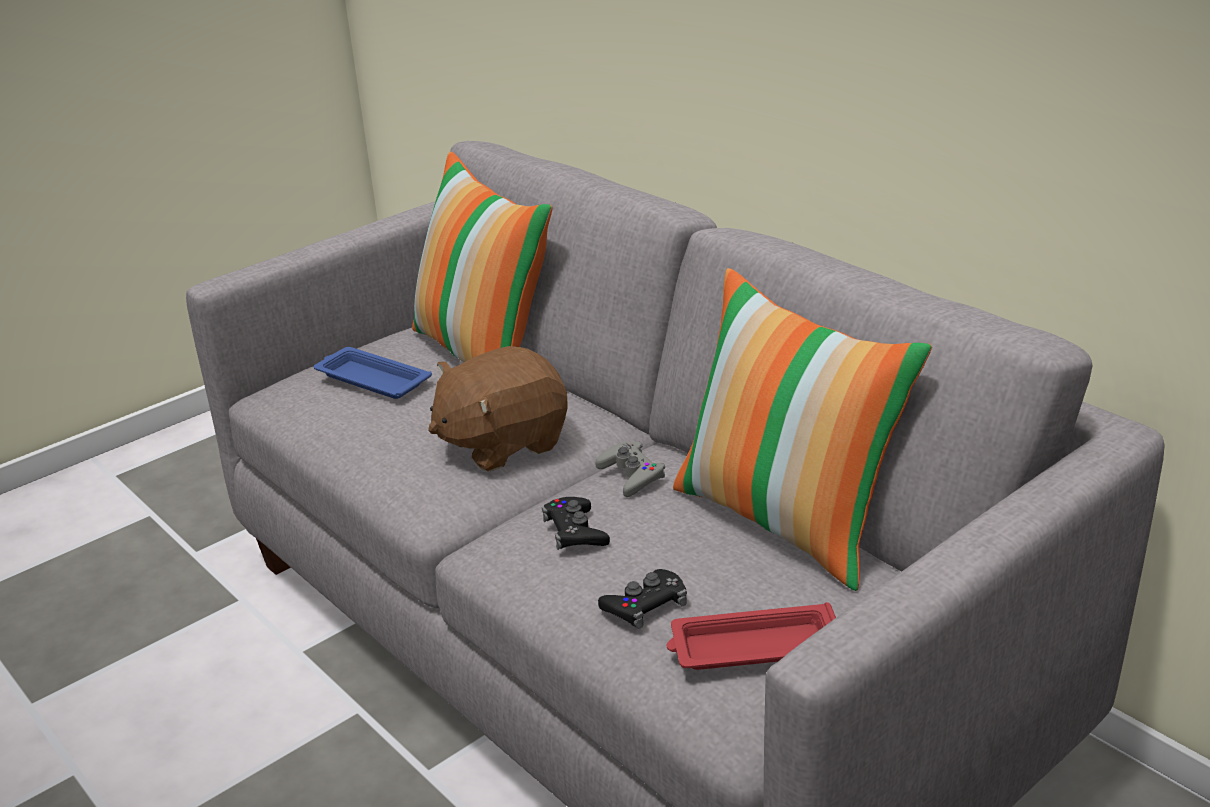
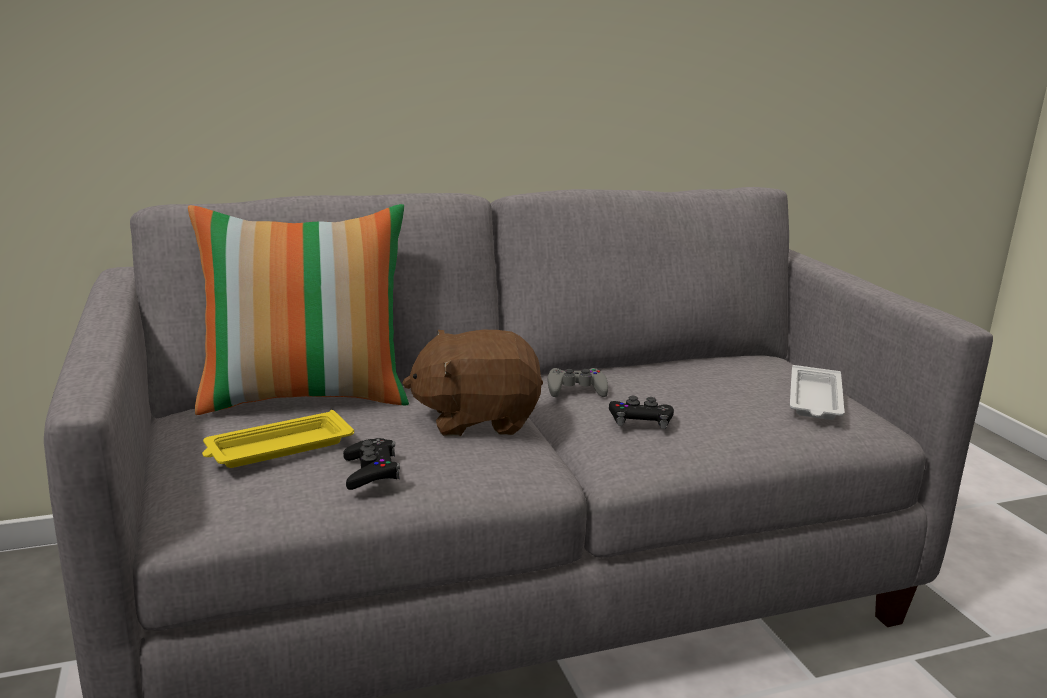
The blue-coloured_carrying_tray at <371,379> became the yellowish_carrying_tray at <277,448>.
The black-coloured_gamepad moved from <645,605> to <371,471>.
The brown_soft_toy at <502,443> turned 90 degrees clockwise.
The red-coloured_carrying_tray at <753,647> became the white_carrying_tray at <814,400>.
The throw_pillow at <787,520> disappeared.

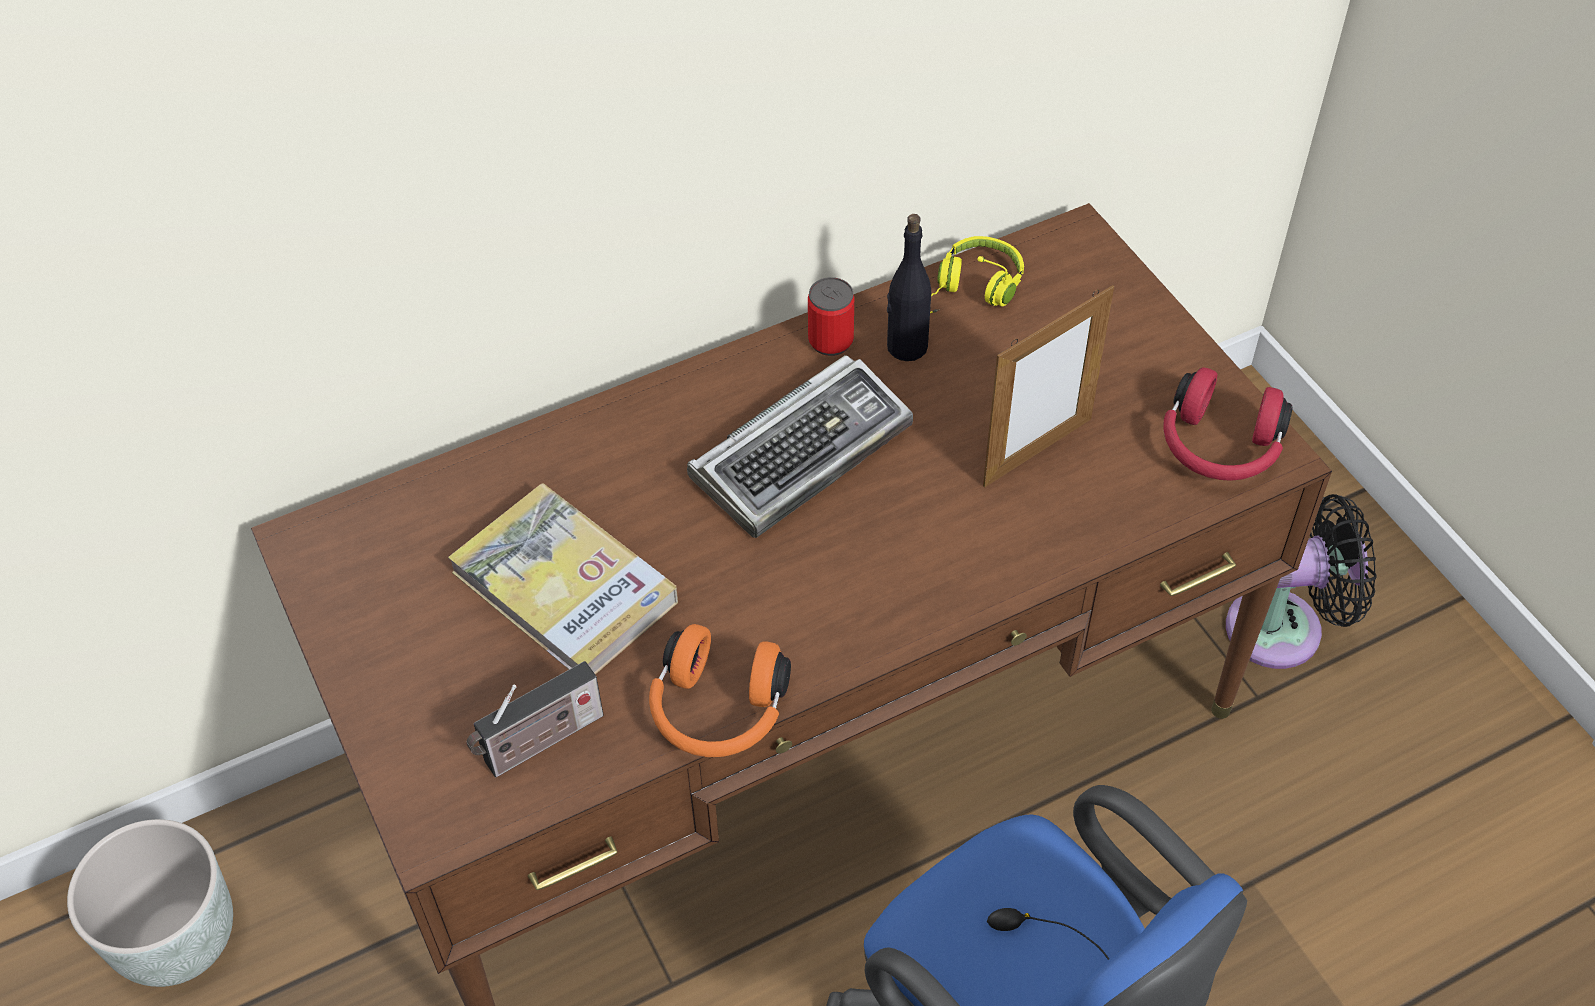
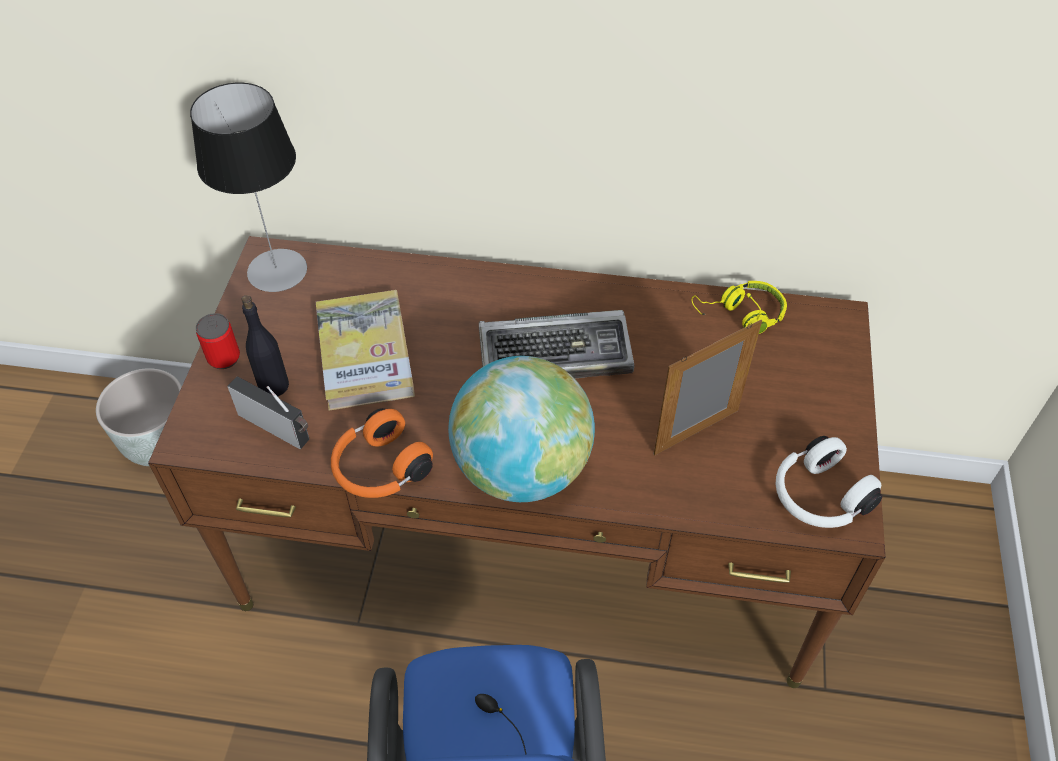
The lamp_for_a_table at <277,270> appeared.
The metal_can moved from <830,341> to <224,358>.
The radio at <539,743> turned 150 degrees counterclockwise.
The black-coloured_beverage_bottle moved from <906,347> to <273,385>.
The world_globe at <521,468> appeared.
The photo_frame at <1037,452> turned 150 degrees clockwise.
The red-coloured_headphones at <1219,448> became the white_headphones at <818,497>.
The black-coloured_electric_fan at <1284,628> disappeared.

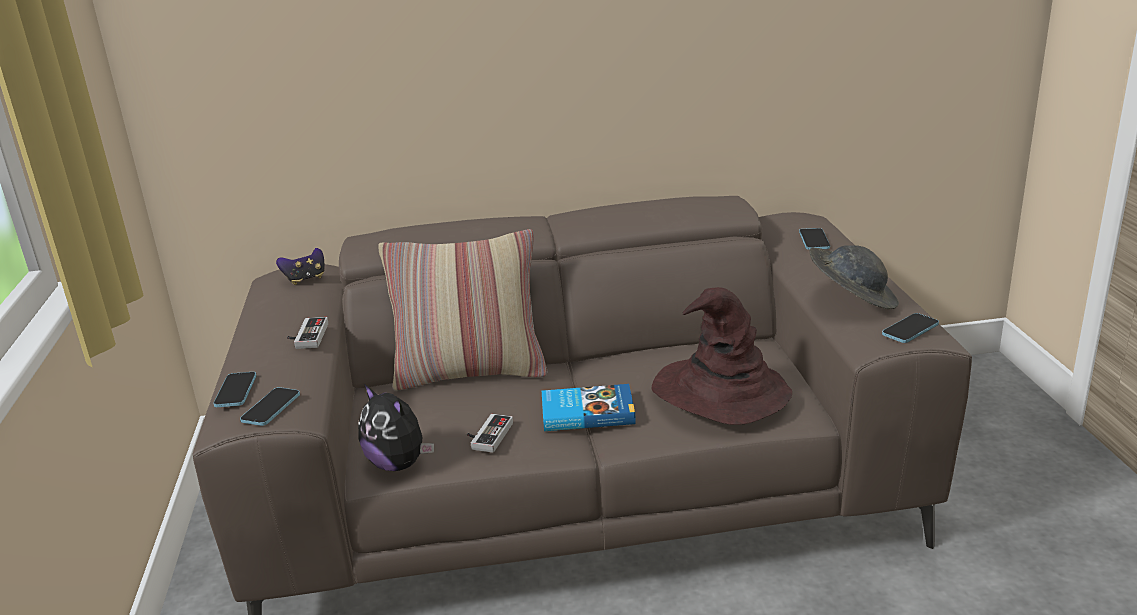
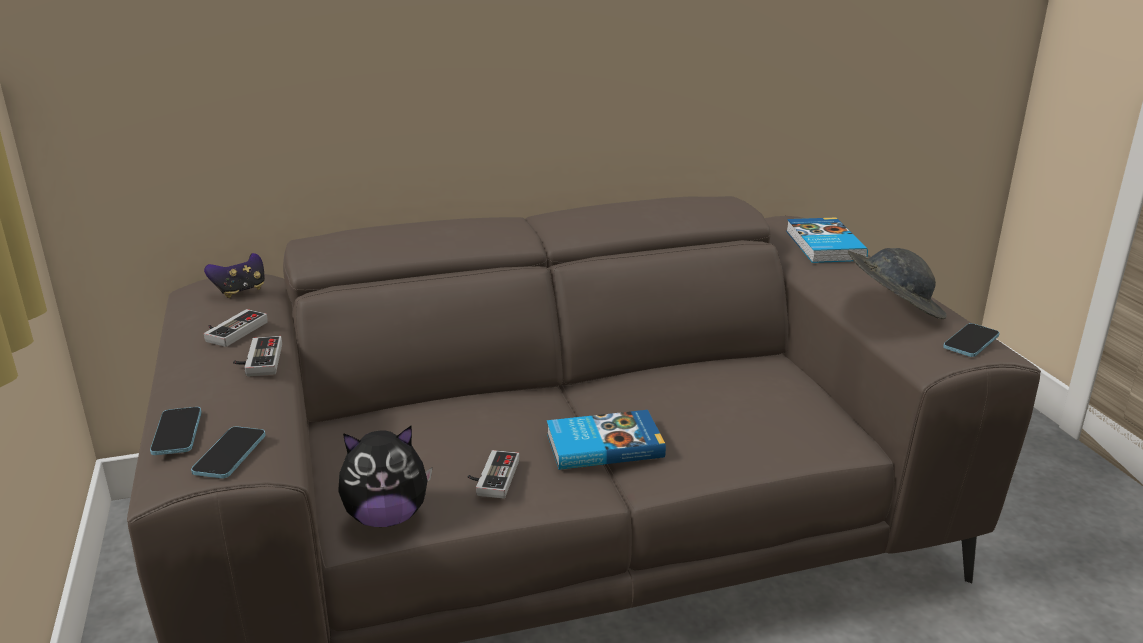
The gamepad at <232,330> appeared.
The soft_toy at <399,464> turned 45 degrees counterclockwise.
The phone at <814,240> was replaced by the book at <823,245>.
The throw_pillow at <470,372> disappeared.
The brown_hat at <719,393> disappeared.

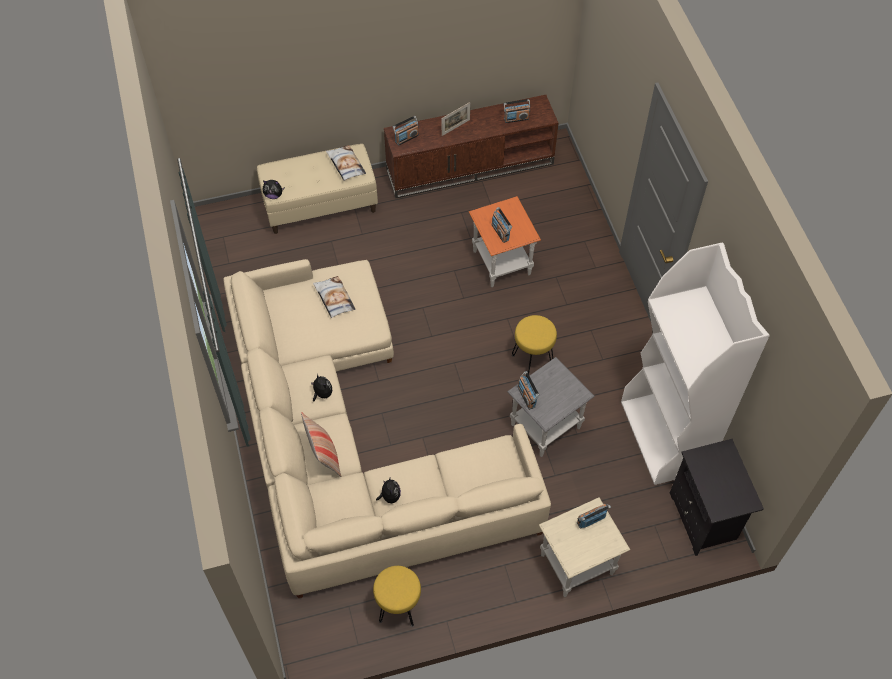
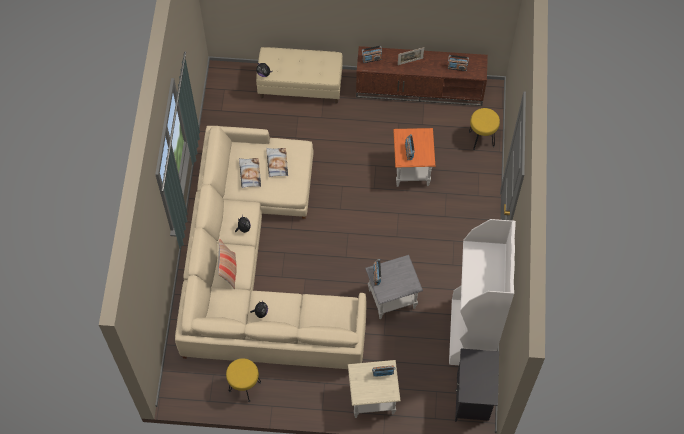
The throw_pillow moved from <345,165> to <249,174>.
The yellowish_stool moved from <533,360> to <481,139>.

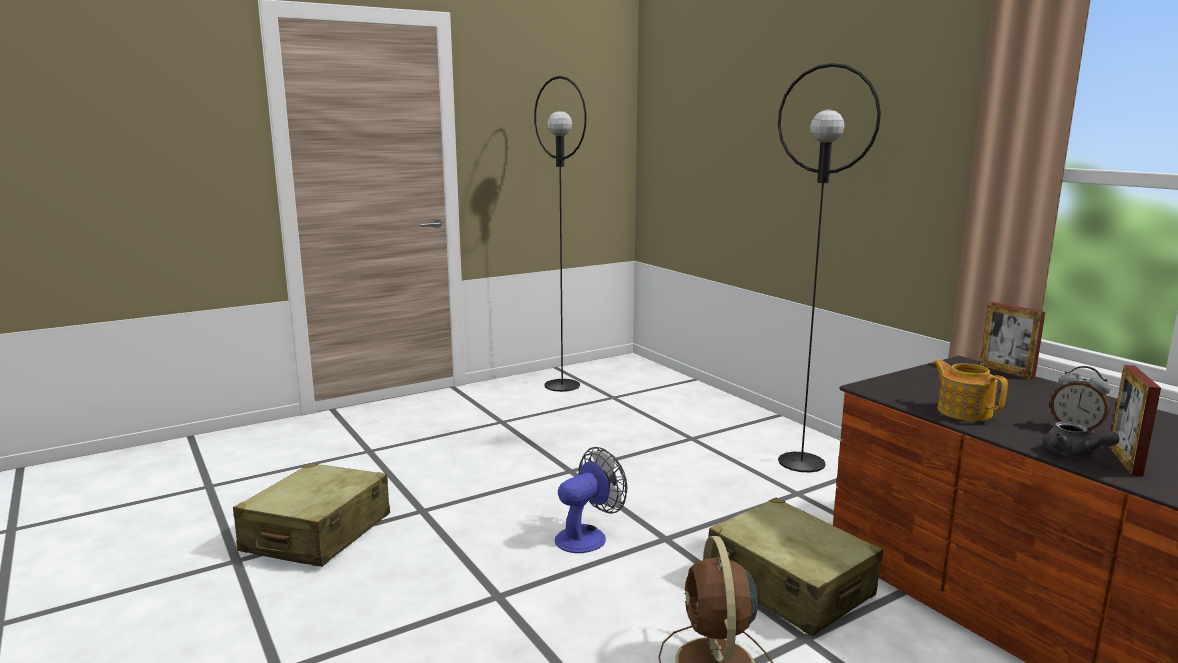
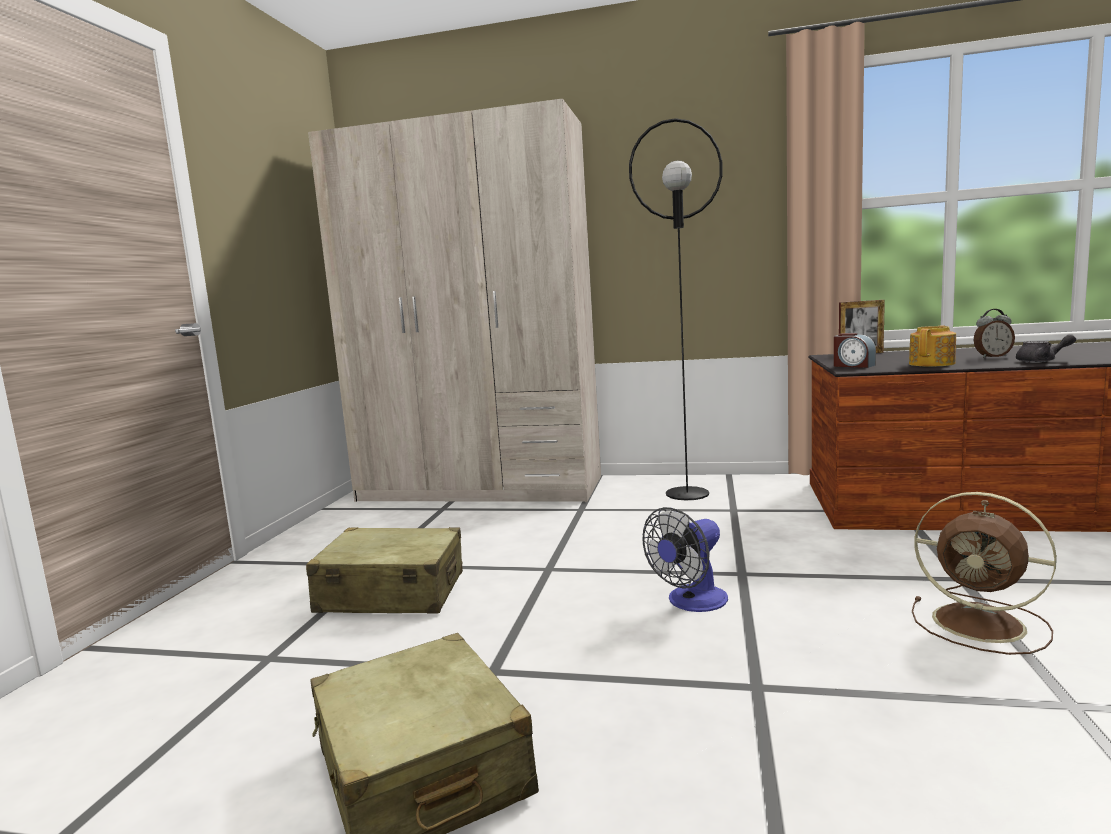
The sand-coloured_piece_of_luggage moved from <789,585> to <392,593>.
The sand-coloured_wardrobe at <481,488> appeared.
The electric_fan at <587,536> turned 135 degrees counterclockwise.
The alarm_clock at <853,366> appeared.
The tea_pot at <963,411> turned 120 degrees clockwise.
The black-coloured_standing_lamp at <561,385> disappeared.
The photo_frame at <1125,461> disappeared.

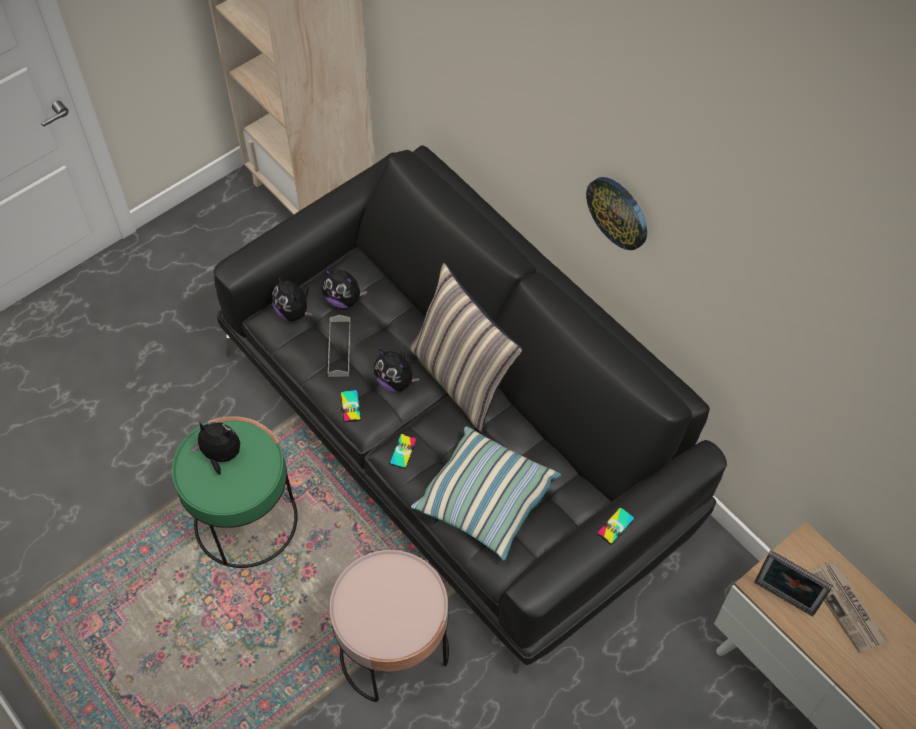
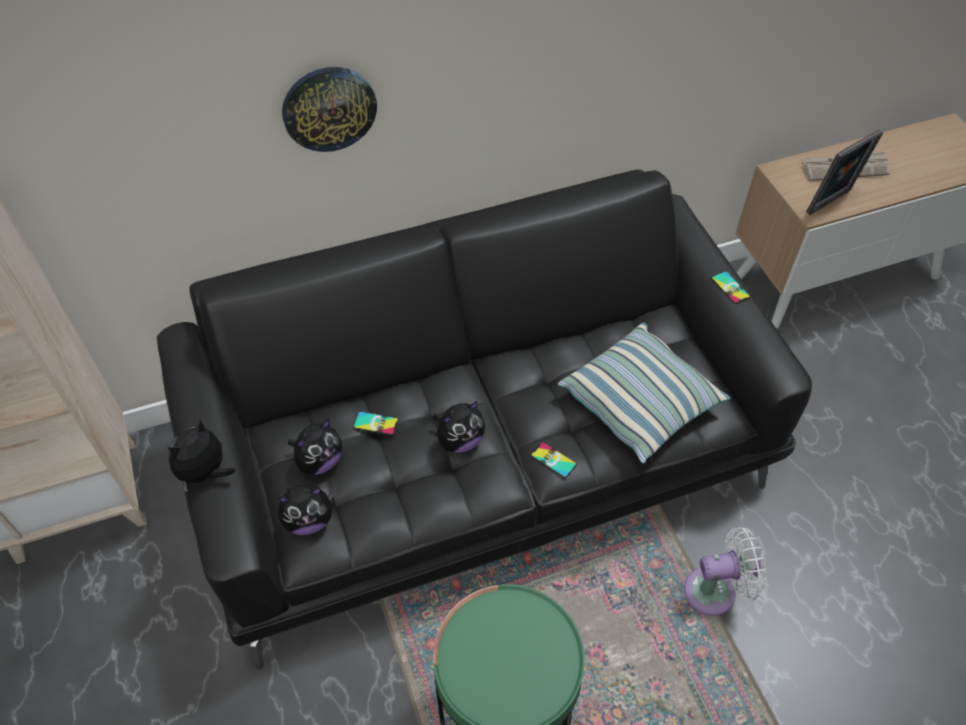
The soft_toy moved from <221,455> to <205,472>.
The clock_on_the_wall moved from <618,212> to <329,108>.
The phone moved from <350,406> to <376,423>.
The pink_side_table at <394,651> was replaced by the white_electric_fan at <715,591>.
The gray_carrying_tray at <339,348> disappeared.
The throw_pillow at <462,379> disappeared.

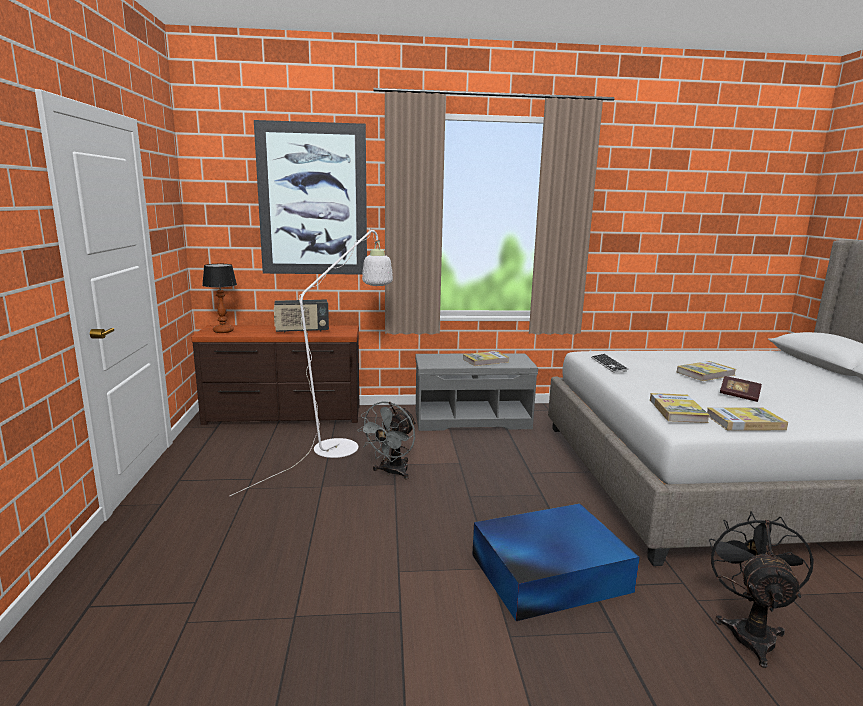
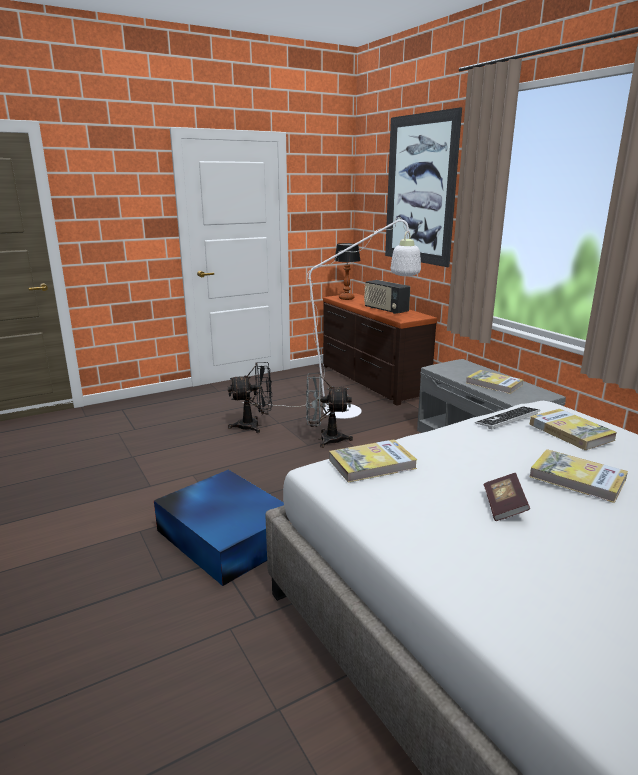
The black-coloured_electric_fan moved from <750,631> to <254,426>.
The book moved from <745,422> to <570,432>.

